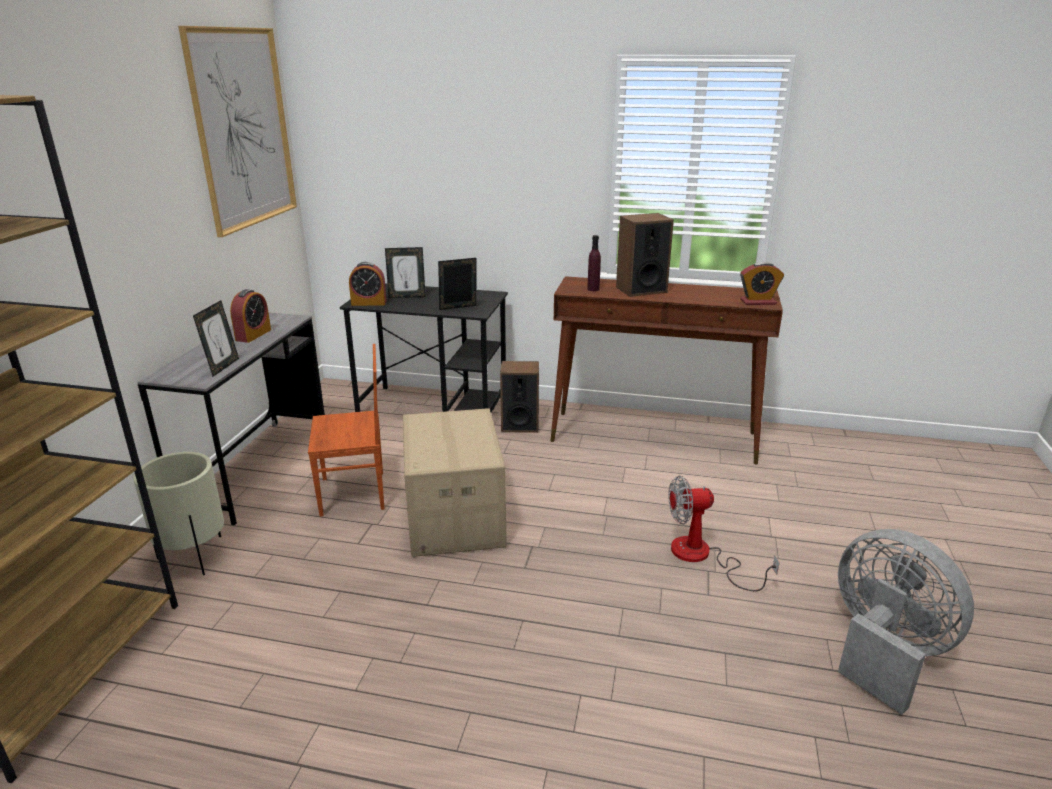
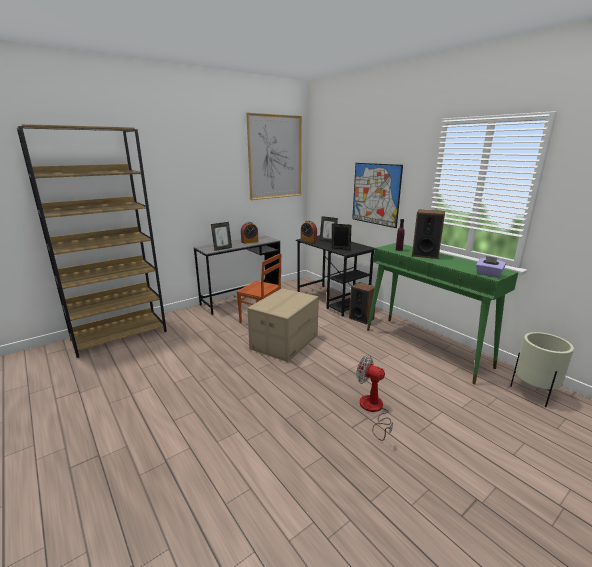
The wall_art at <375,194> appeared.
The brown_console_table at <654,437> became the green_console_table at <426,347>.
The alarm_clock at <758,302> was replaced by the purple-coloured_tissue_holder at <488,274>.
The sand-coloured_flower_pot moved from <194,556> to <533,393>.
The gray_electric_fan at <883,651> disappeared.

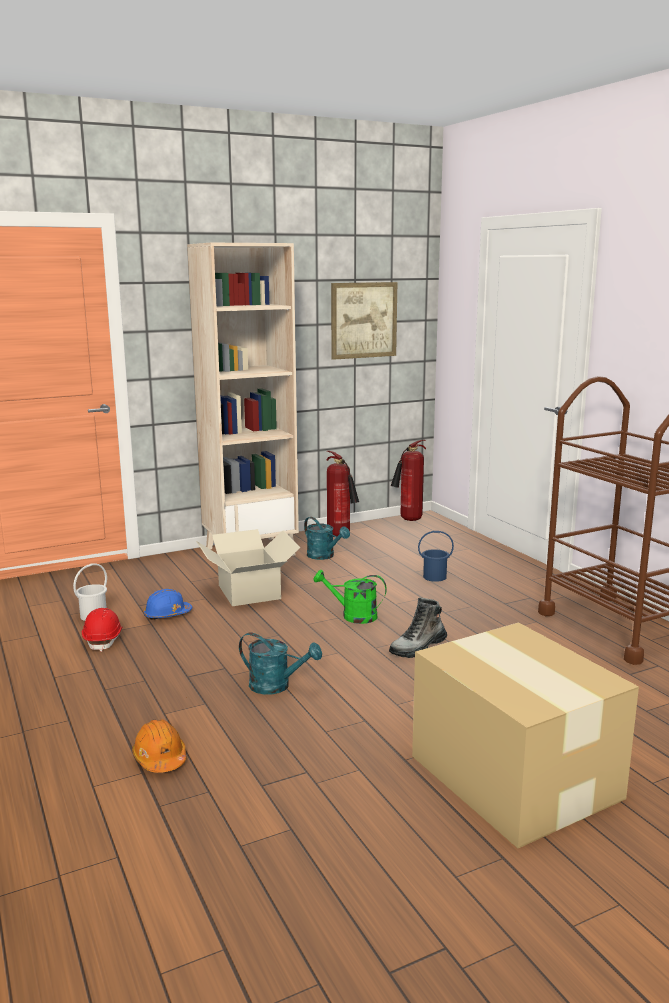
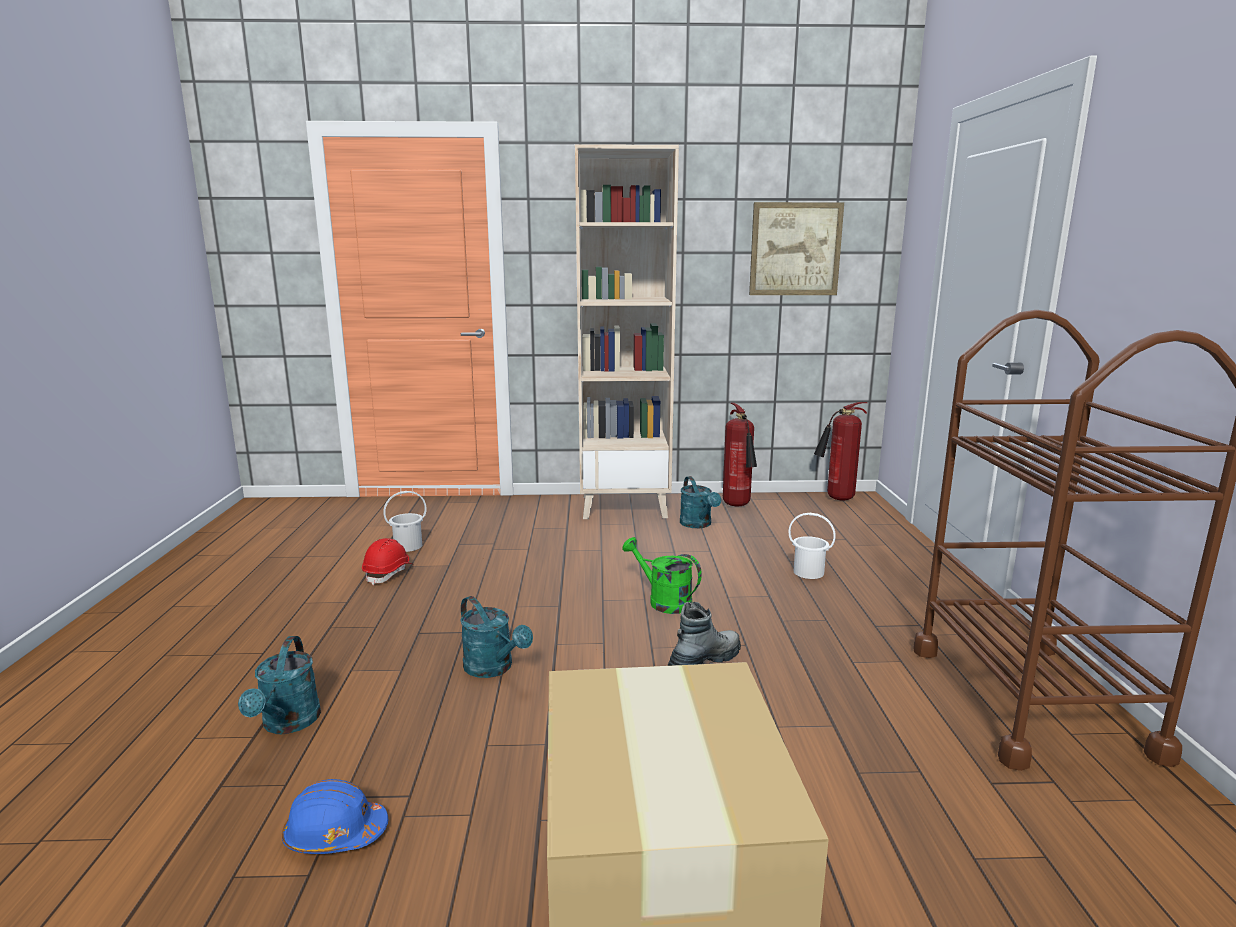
The orangey_work_helmet at <160,758> was replaced by the turquoise_sprinkling_can at <288,724>.
The blue-coloured_work_helmet moved from <167,614> to <335,834>.
The boot at <418,648> turned 150 degrees clockwise.
The blue-coloured_pail at <434,577> became the white_pail at <808,572>.
The carton at <248,592> disappeared.

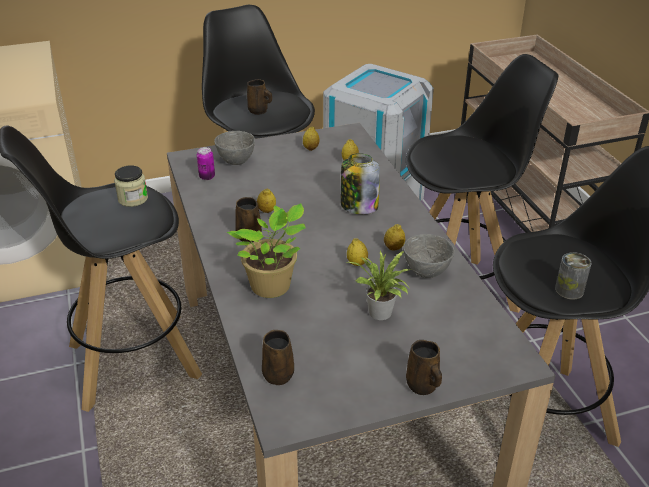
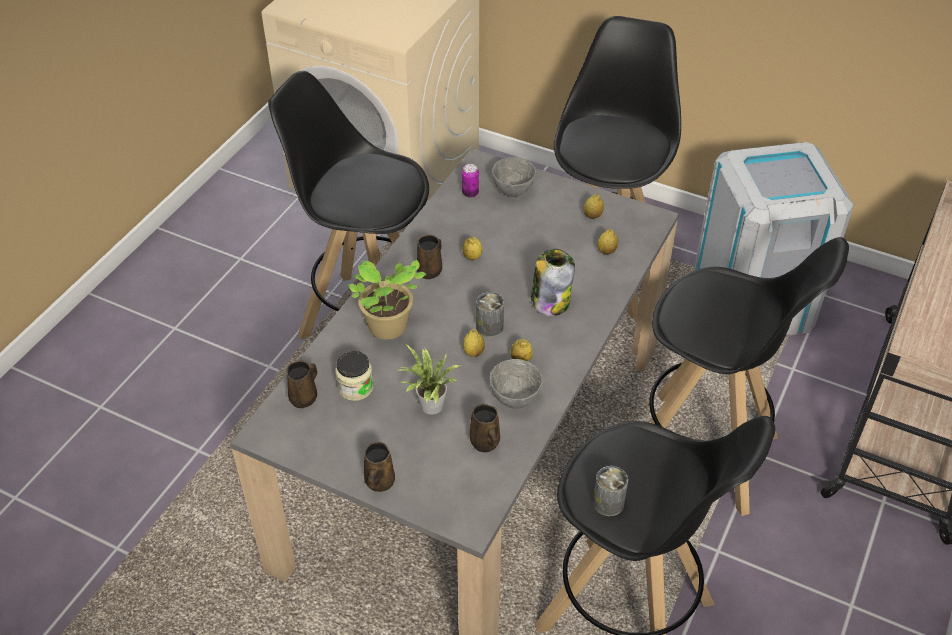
The storage_jar moved from <133,199> to <355,387>.
The brown_coffee_mug moved from <259,111> to <485,443>.
The metal_can at <489,327> appeared.

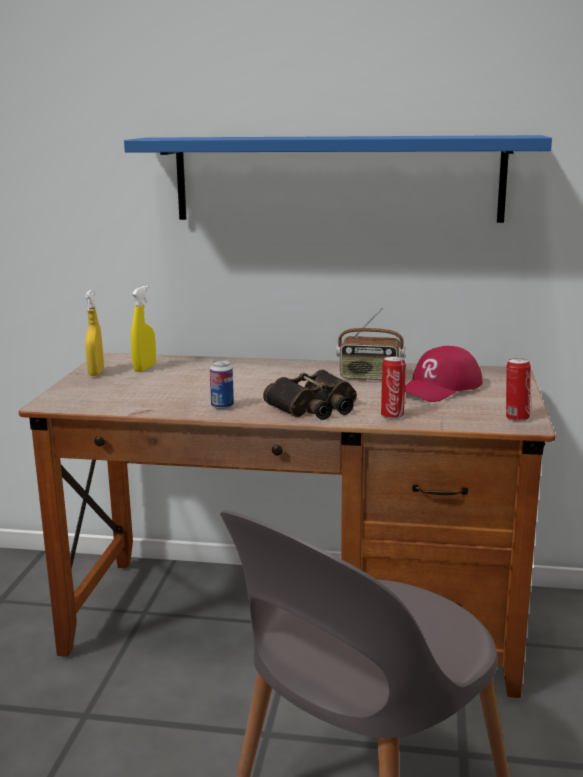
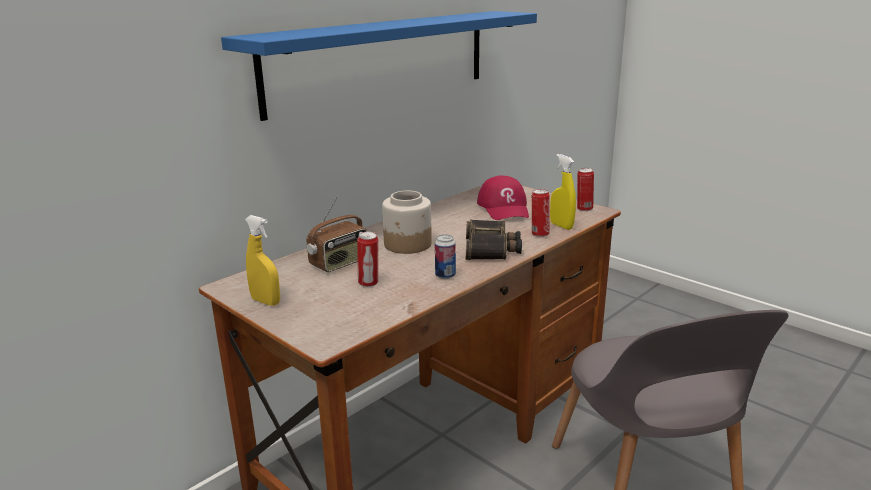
The radio moved from <369,377> to <340,263>.
The metal_can at <369,283> appeared.
The storage_jar at <408,244> appeared.
The yellowish_spray_bottle moved from <144,368> to <561,226>.

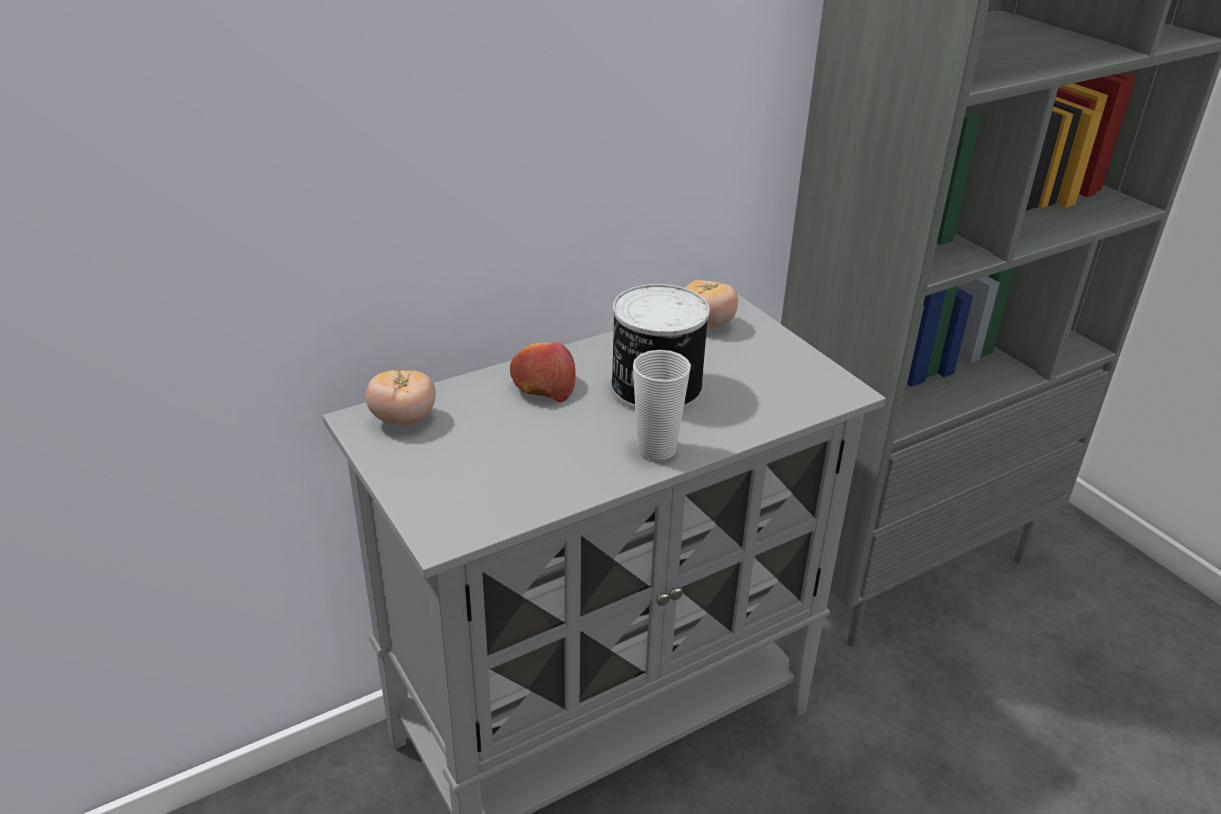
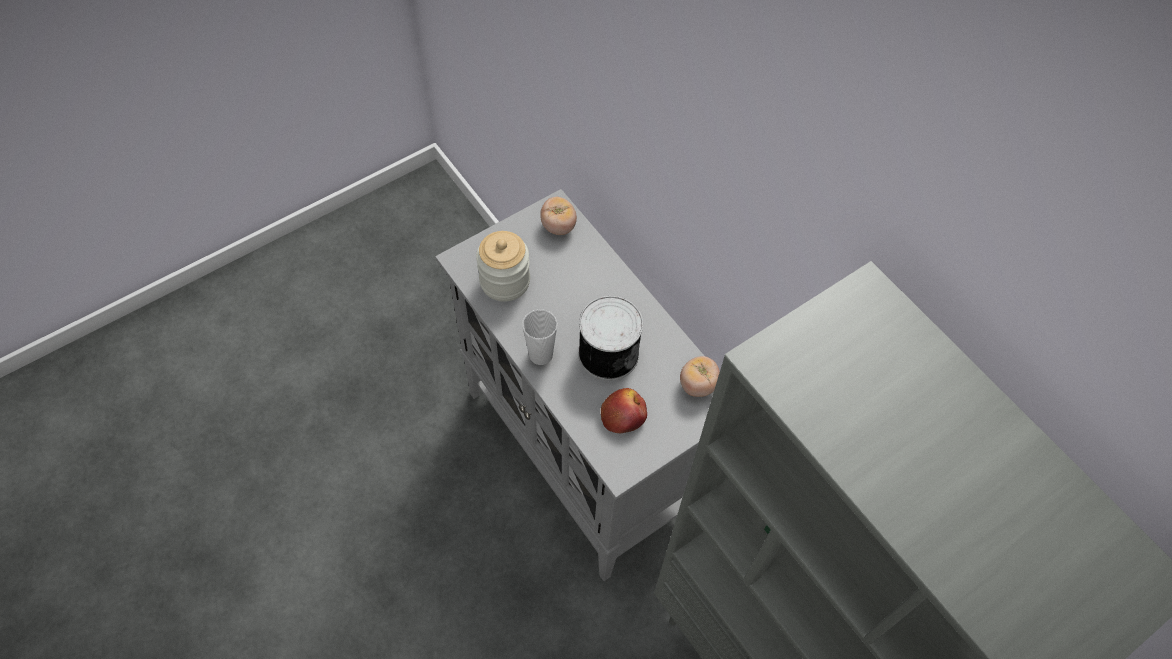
The storage_jar at <505,281> appeared.
The apple moved from <543,386> to <623,414>.

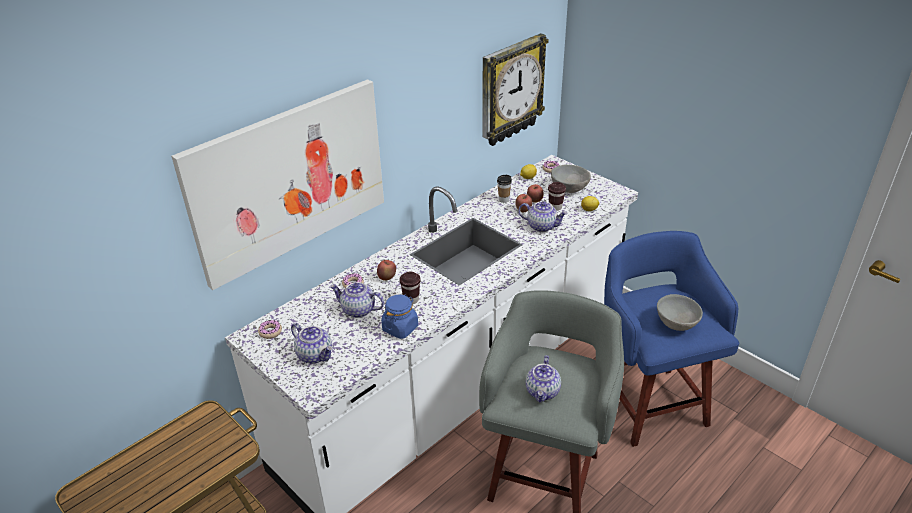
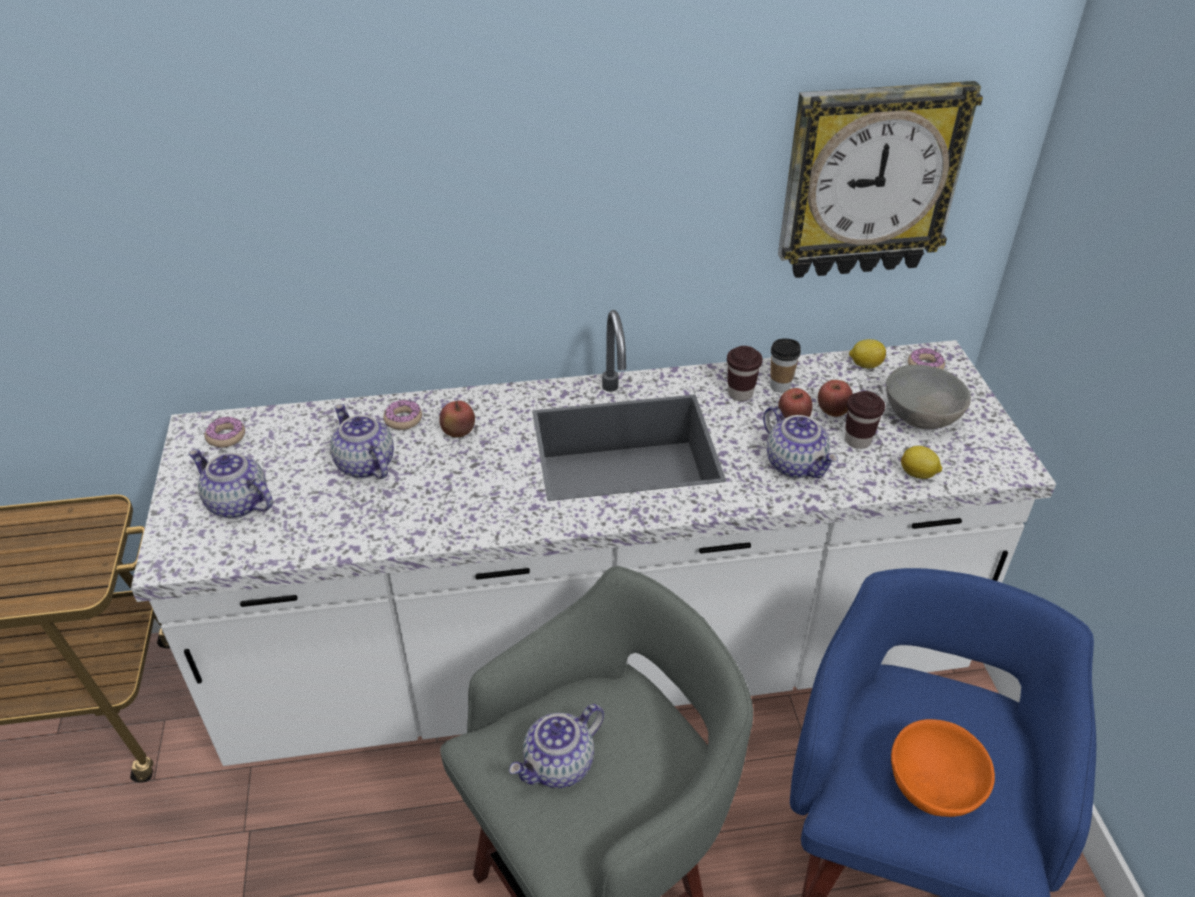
The tea_pot at <315,355> turned 135 degrees clockwise.
The brown_drinking_cup moved from <411,300> to <740,394>.
The gray_bowl at <677,323> became the orangey_bowl at <934,788>.
The wall_art at <289,180> disappeared.
The blue-coloured_storage_jar at <400,328> disappeared.

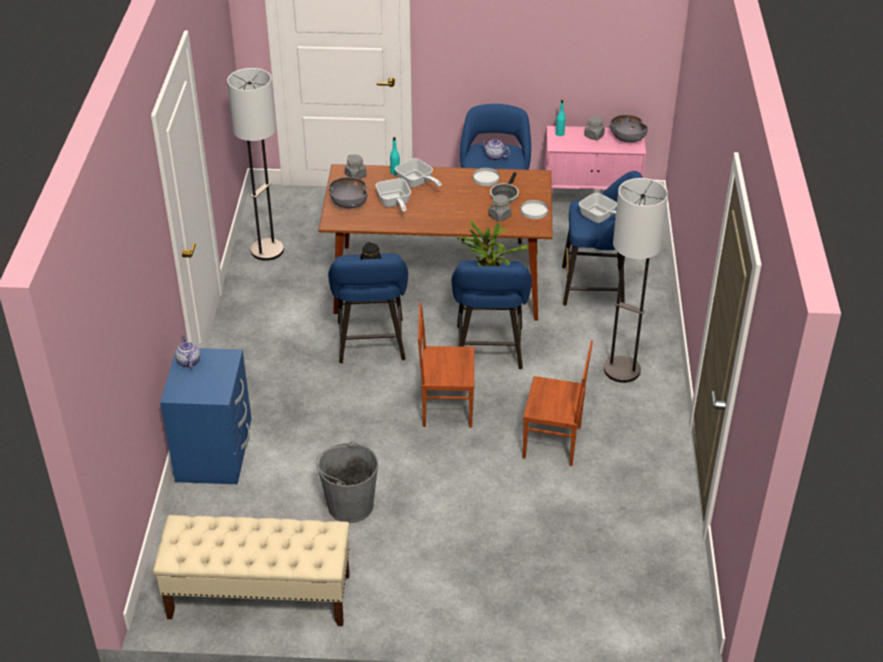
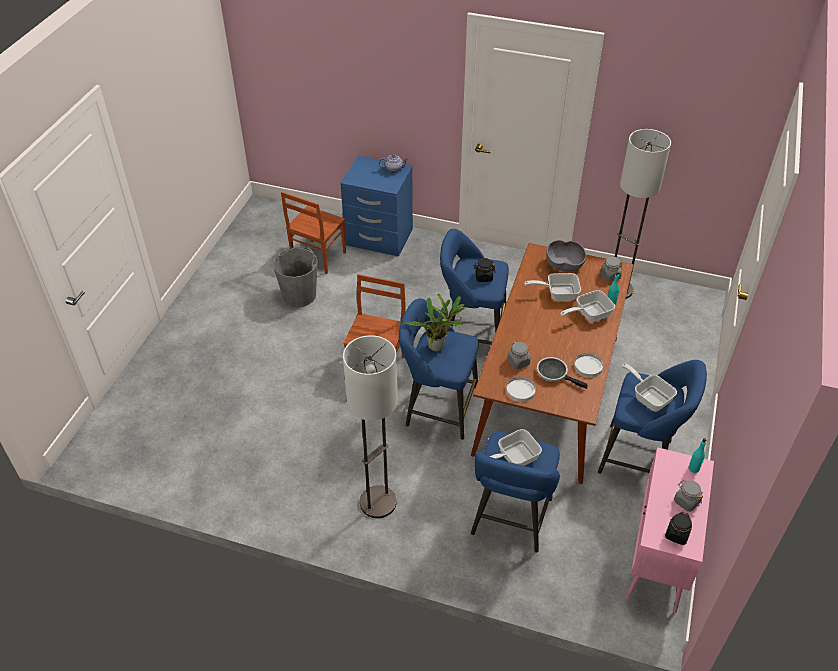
The brown_chair moved from <553,443> to <317,257>.
The tea_pot at <494,156> was replaced by the skillet at <649,396>.
The gray_bowl at <627,138> was replaced by the black-coloured_storage_jar at <677,535>.
The sand-coloured_indoor_bench at <259,596> disappeared.

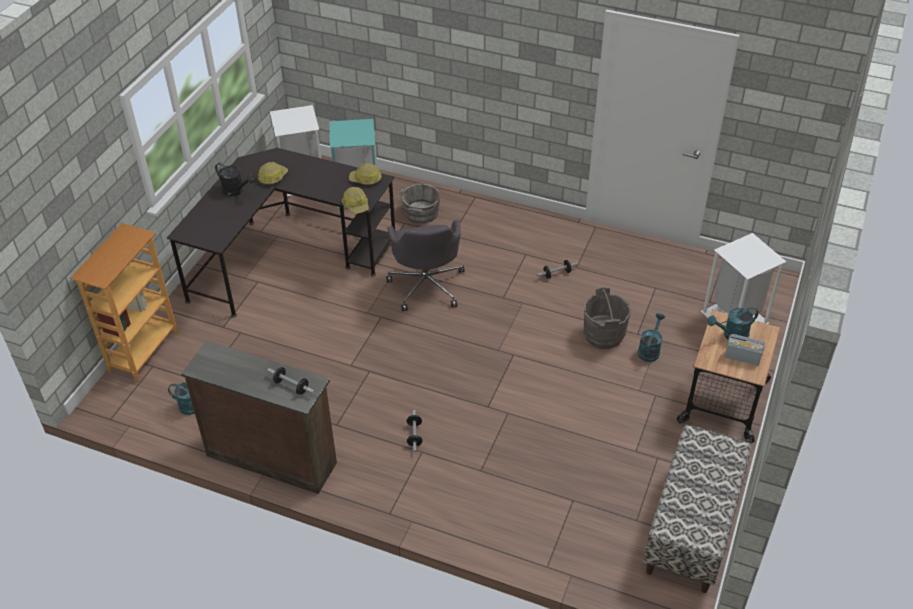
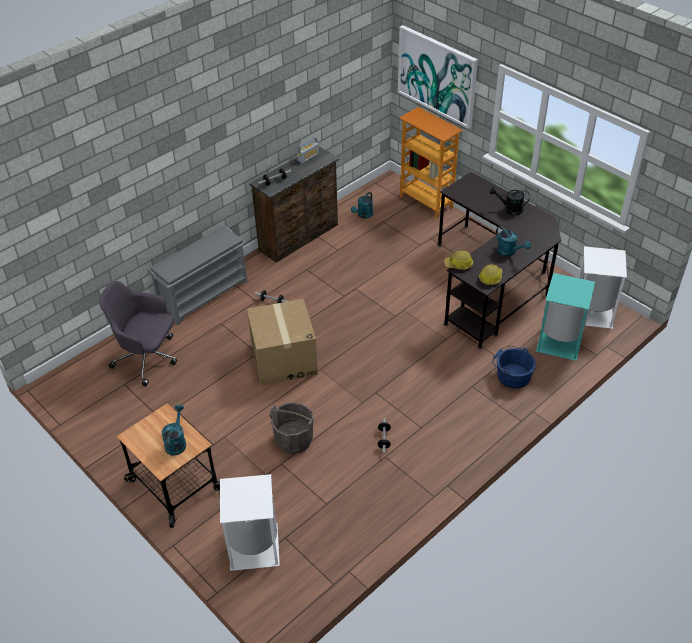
The gray_office_chair moved from <427,285> to <148,358>.
The gray_shoe_stand at <204,294> appeared.
The carton at <283,359> appeared.
The radio moved from <742,357> to <308,157>.
The wall_art at <437,75> appeared.
The black-coloured_sprinkling_can at <236,191> turned 45 degrees clockwise.
The gray_pail at <420,214> became the blue-coloured_pail at <511,375>.
The turquoise_sprinkling_can moved from <649,350> to <509,252>.
The work_helmet at <272,177> disappeared.
The indoor_bench at <692,527> disappeared.

